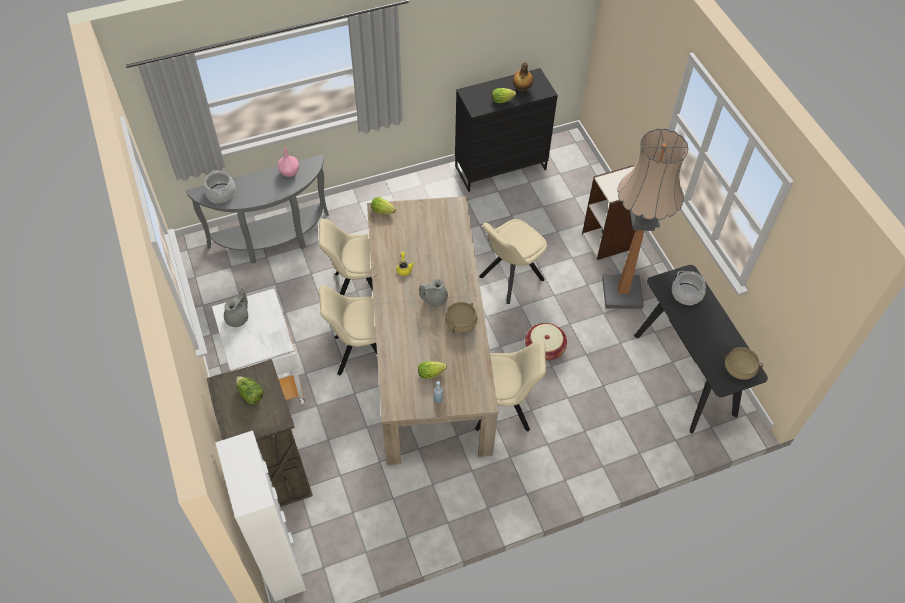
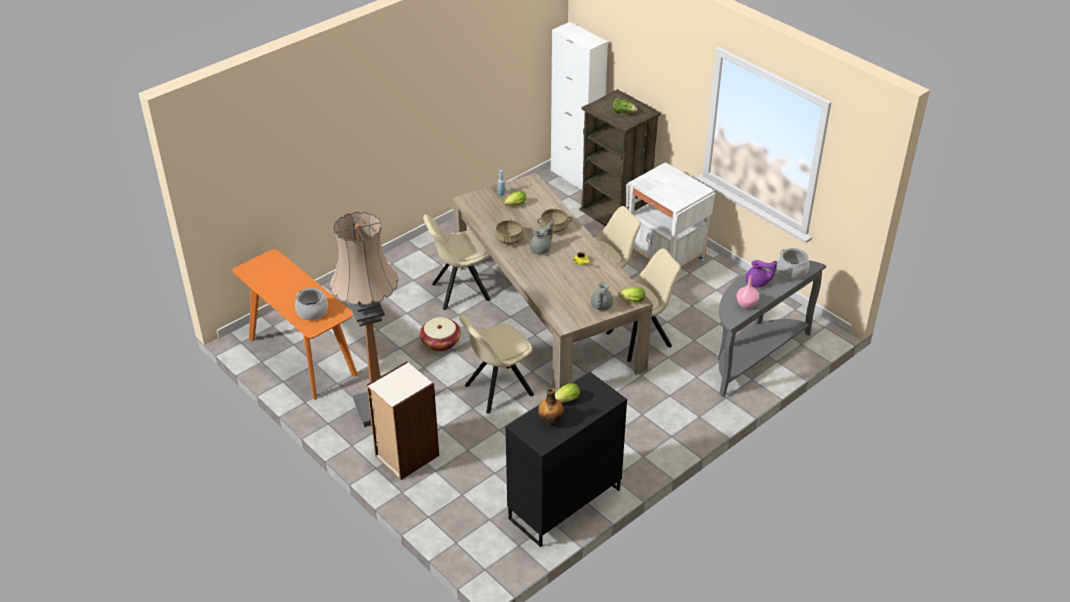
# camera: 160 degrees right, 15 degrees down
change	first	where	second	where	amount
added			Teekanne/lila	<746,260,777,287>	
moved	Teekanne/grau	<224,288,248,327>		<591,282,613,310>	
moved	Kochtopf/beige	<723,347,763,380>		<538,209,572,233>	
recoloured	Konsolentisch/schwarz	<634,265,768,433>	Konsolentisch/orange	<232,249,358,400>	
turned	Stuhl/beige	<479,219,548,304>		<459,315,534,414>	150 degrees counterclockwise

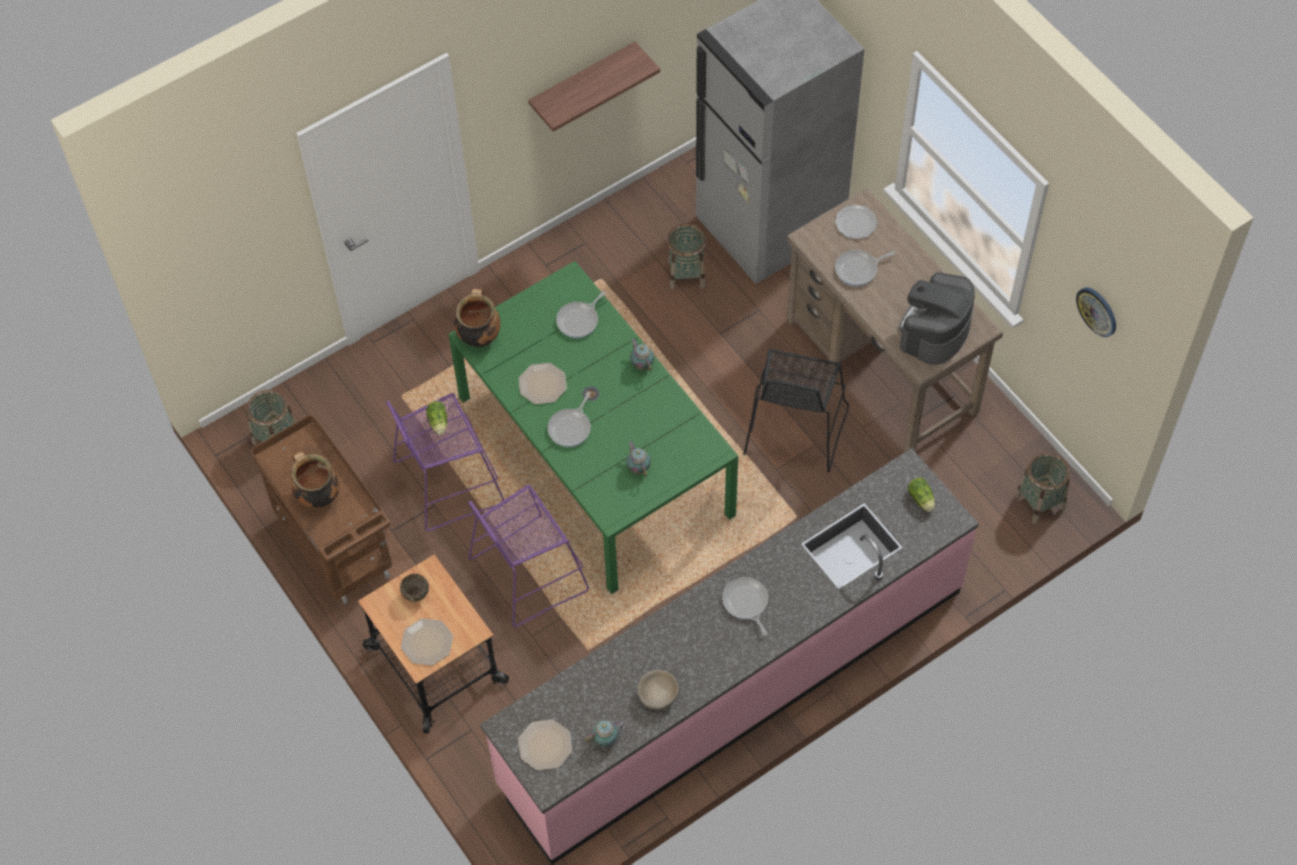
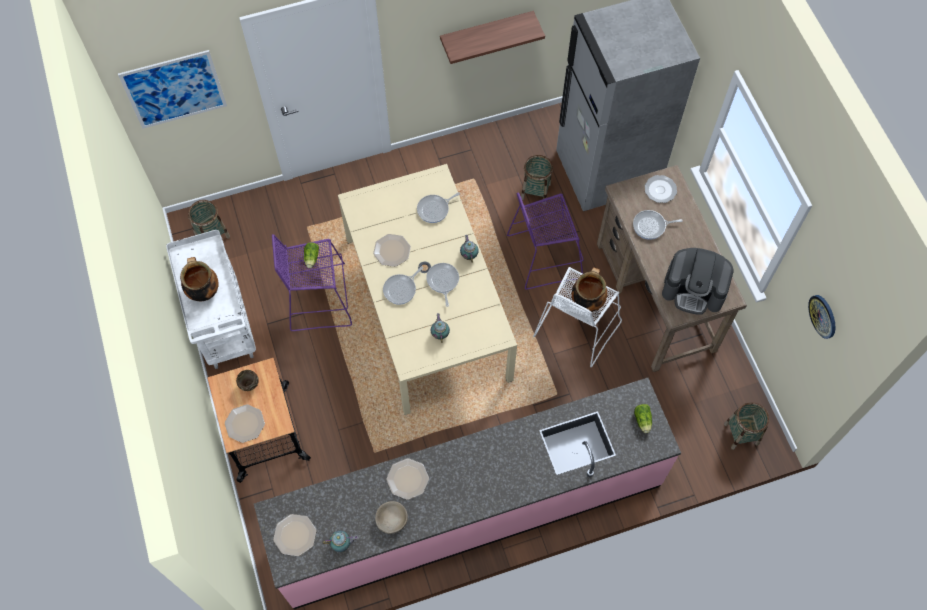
# camera: 15 degrees right, 5 degrees up
change	first	where	second	where	amount
added			Bild	<118,50,227,129>	
added			Teller	<387,458,429,500>	
moved	Kochtopf	<454,289,501,347>		<571,267,607,312>	
moved	Hocker/lila	<468,485,589,627>		<507,193,584,290>	
moved	Pfanne	<722,577,768,635>		<426,263,459,307>	
recoloured	Rollwagen/braun	<251,415,392,604>	Rollwagen/weiß	<166,230,256,369>	
recoloured	Esstisch/grün	<448,261,738,594>	Esstisch/beige	<338,164,517,415>	
recoloured	Hocker/schwarz	<743,349,849,473>	Hocker/weiß	<533,267,622,367>	
turned	Kaffeemaschine	<899,272,975,365>		<662,248,734,315>	120 degrees counterclockwise

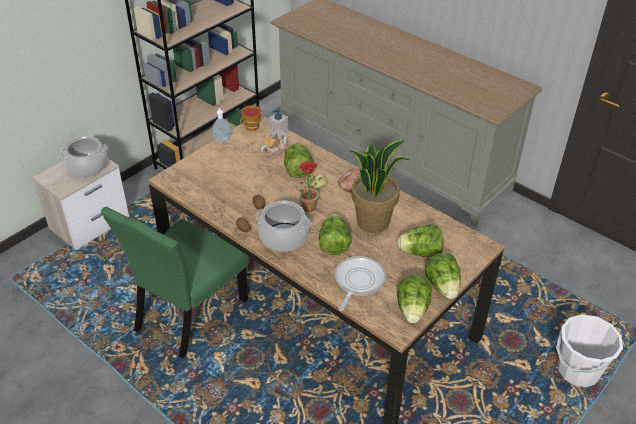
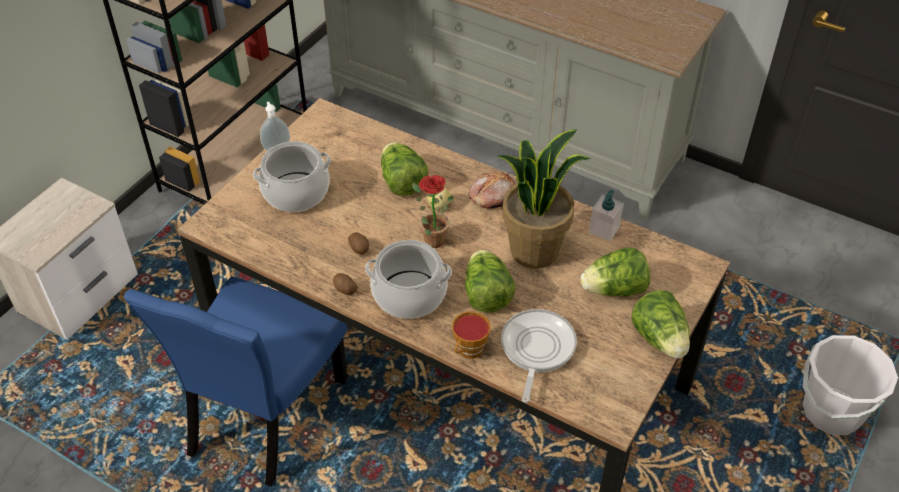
# camera: 10 degrees left, 5 degrees up
change	first	where	second	where	amount
removed	Teekanne	<261,135,288,159>			
removed	Salatkopf	<397,275,432,323>			
moved	Kochtopf	<60,136,108,177>		<253,141,331,212>	
moved	Tasse	<240,105,262,131>		<452,311,491,359>	
moved	Seifenspender	<268,107,288,139>		<589,190,624,242>	
recoloured	Stuhl/grün	<101,207,249,358>	Stuhl/blau	<124,277,348,487>	

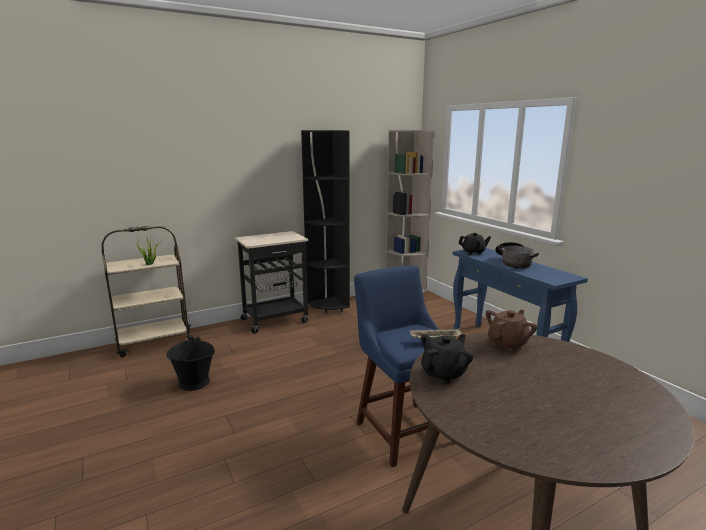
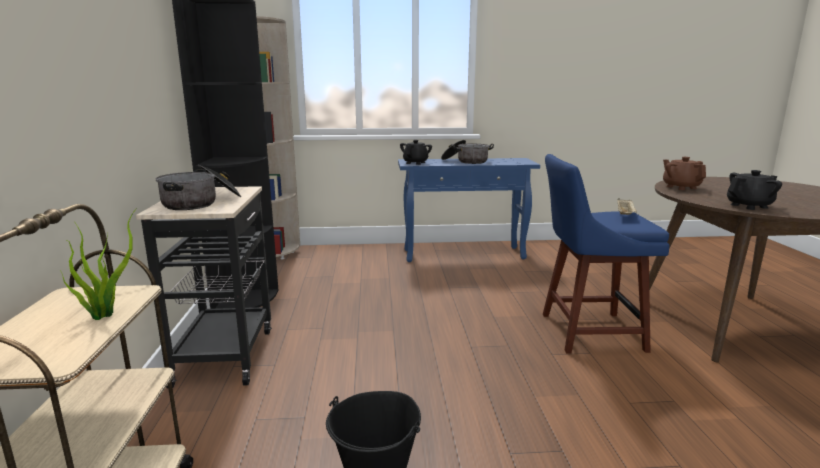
# camera: 65 degrees left, 0 degrees up
change	first	where	second	where	amount
added			Kochtopf	<155,164,241,210>	
turned	Teekanne/schwarz	<421,334,473,384>		<727,170,782,210>	90 degrees clockwise

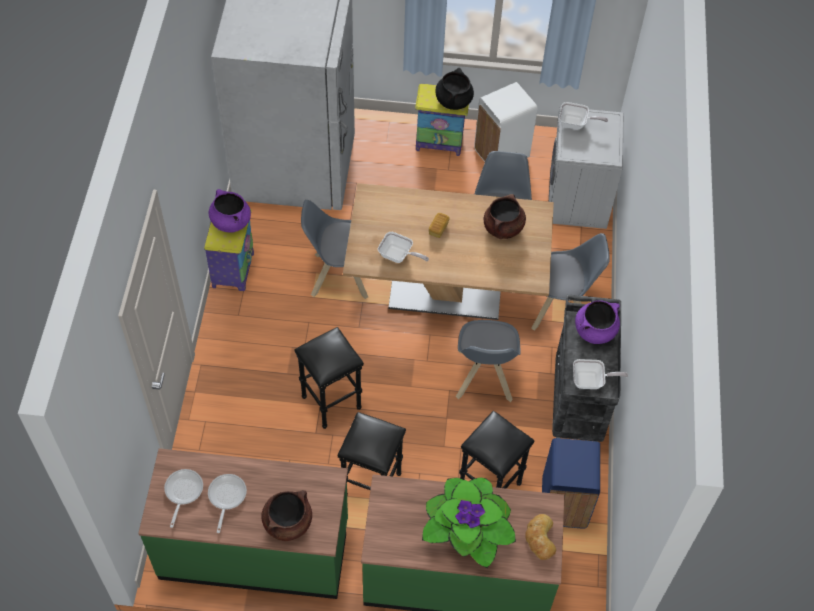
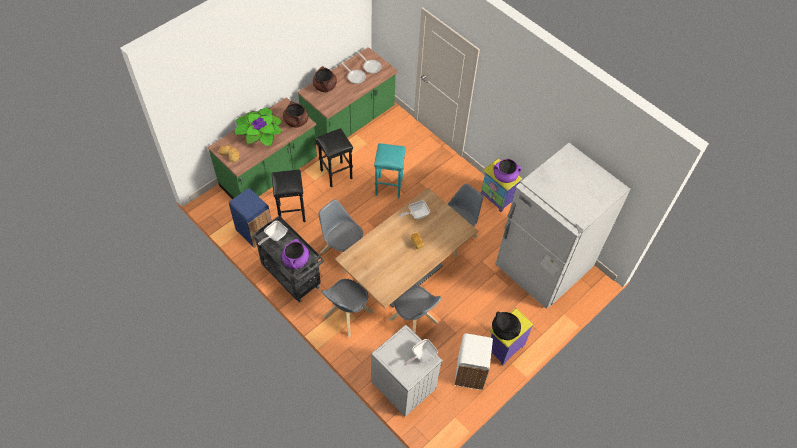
# camera: 130 degrees right, 0 degrees up
change	first	where	second	where	amount
moved	Kochtopf/braun	<484,194,526,239>		<283,101,308,128>	
recoloured	Hocker/schwarz	<294,327,364,429>	Hocker/türkis	<374,143,406,199>	

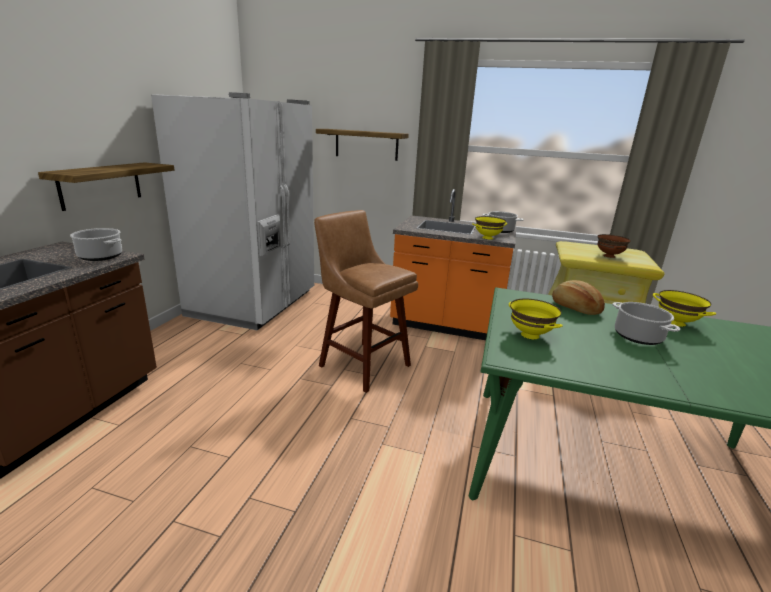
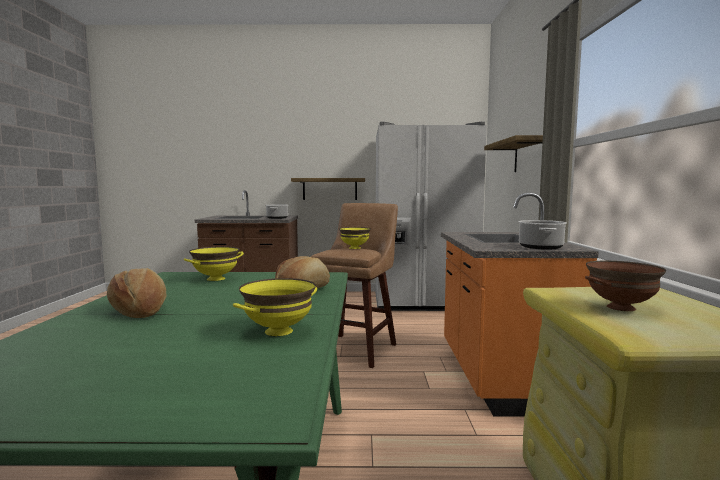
# camera: 75 degrees right, 15 degrees down
change	first	where	second	where	amount
removed	Kochtopf	<612,302,681,345>			
added			Brot	<107,268,166,318>	
moved	Schüssel/gelb	<472,216,507,239>		<339,227,371,249>	

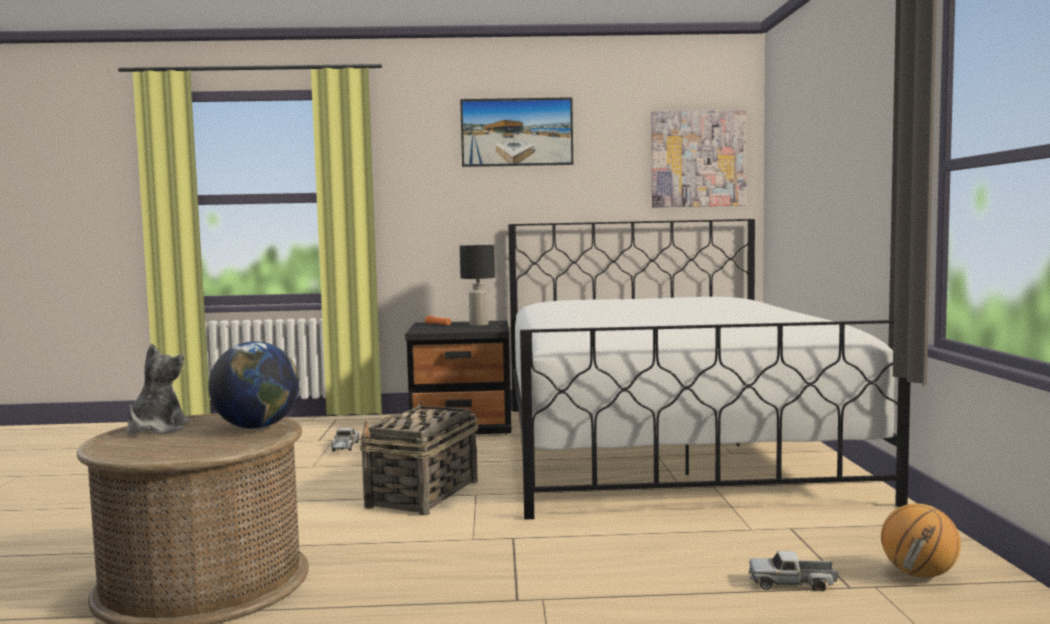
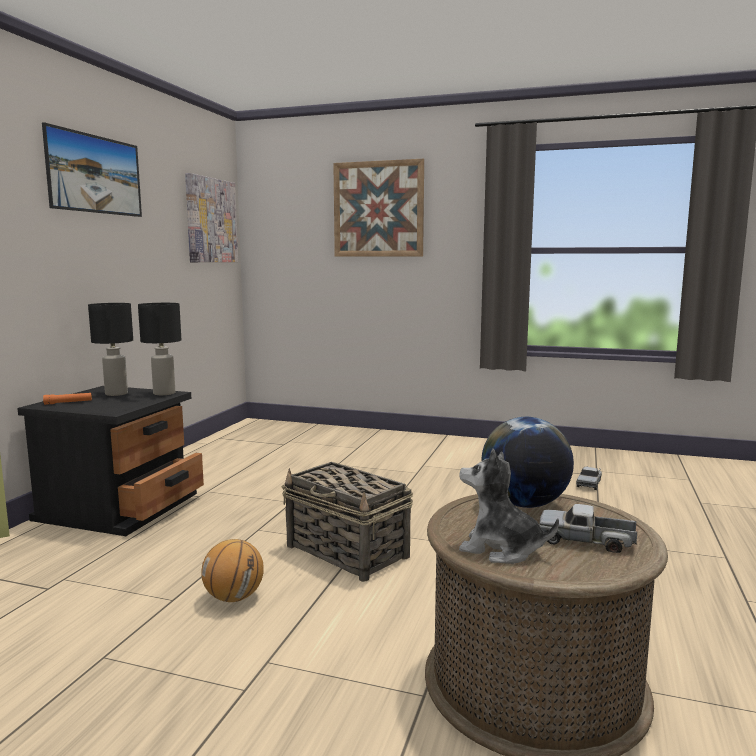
# camera: 70 degrees left, 5 degrees up
change	first	where	second	where	amount
removed	Bett/weiß	<508,219,910,520>			
added			Tischlampe/schwarz	<138,303,181,395>	
added			Bild	<333,159,424,257>	
moved	Spielzeuglaster	<331,428,360,451>		<539,504,637,553>	
moved	Basketball	<881,503,961,578>		<201,539,264,602>	

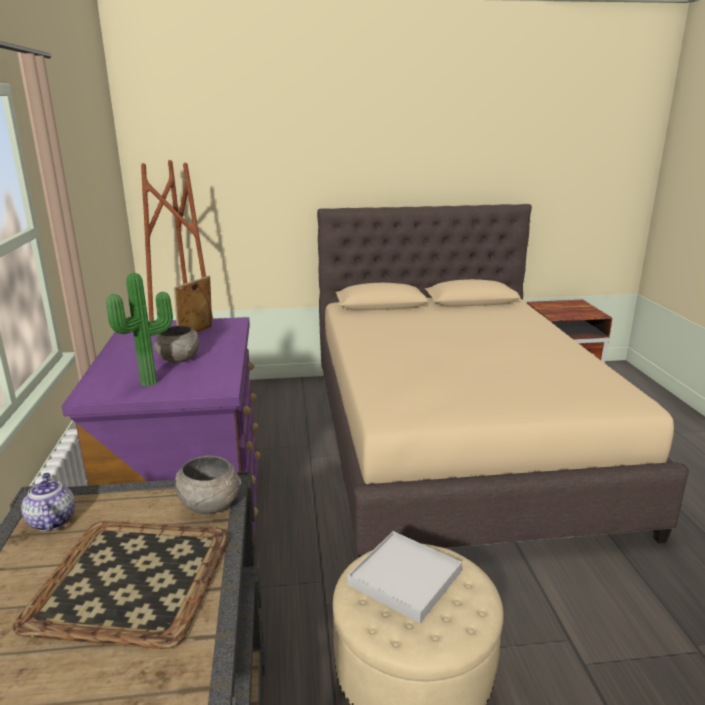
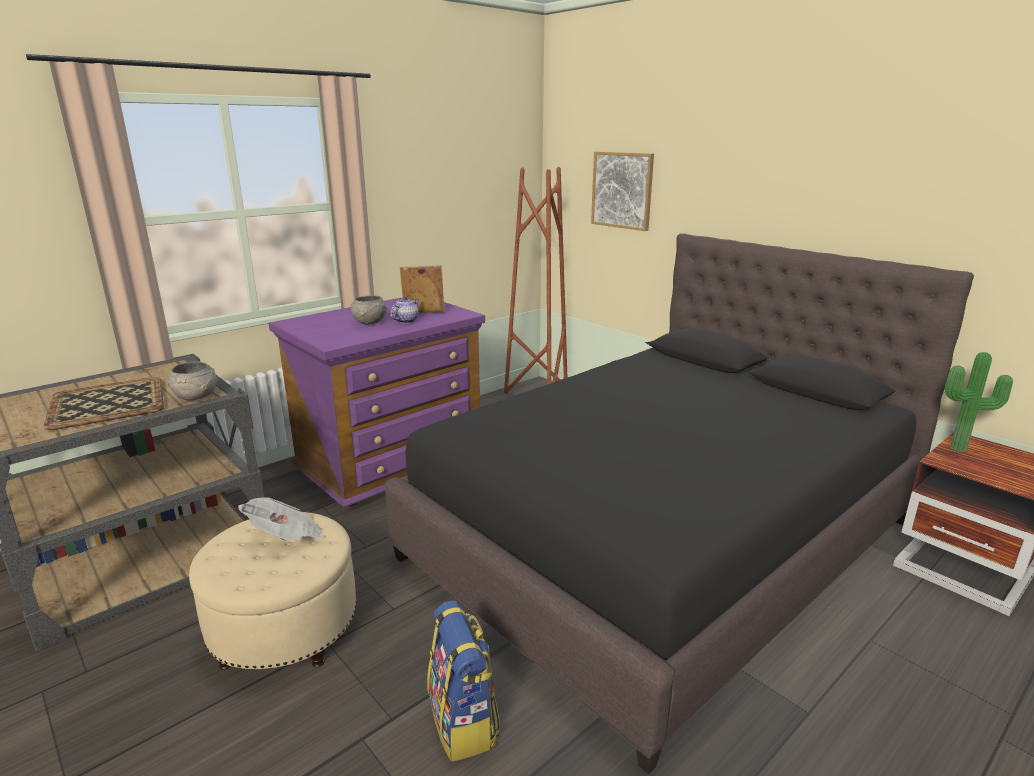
# camera: 55 degrees right, 0 degrees up
change	first	where	second	where	amount
added			Rucksack	<427,601,500,762>	
added			Bild	<591,152,654,231>	
moved	Teekanne	<21,473,75,531>		<391,296,419,324>	
moved	Topfpflanze	<106,273,173,387>		<945,352,1013,452>	
replaced	Tablett/weiß	<348,531,462,623>	Zeitung	<238,497,325,541>	
recoloured	Bett/beige	<317,204,689,557>	Bett/schwarz	<385,233,974,774>	

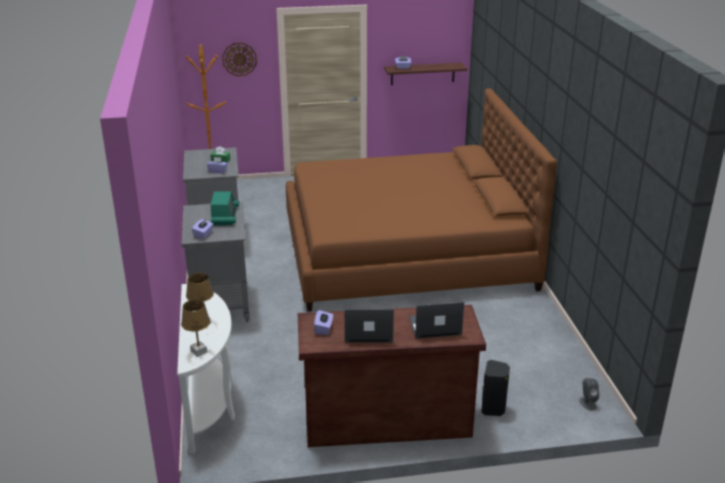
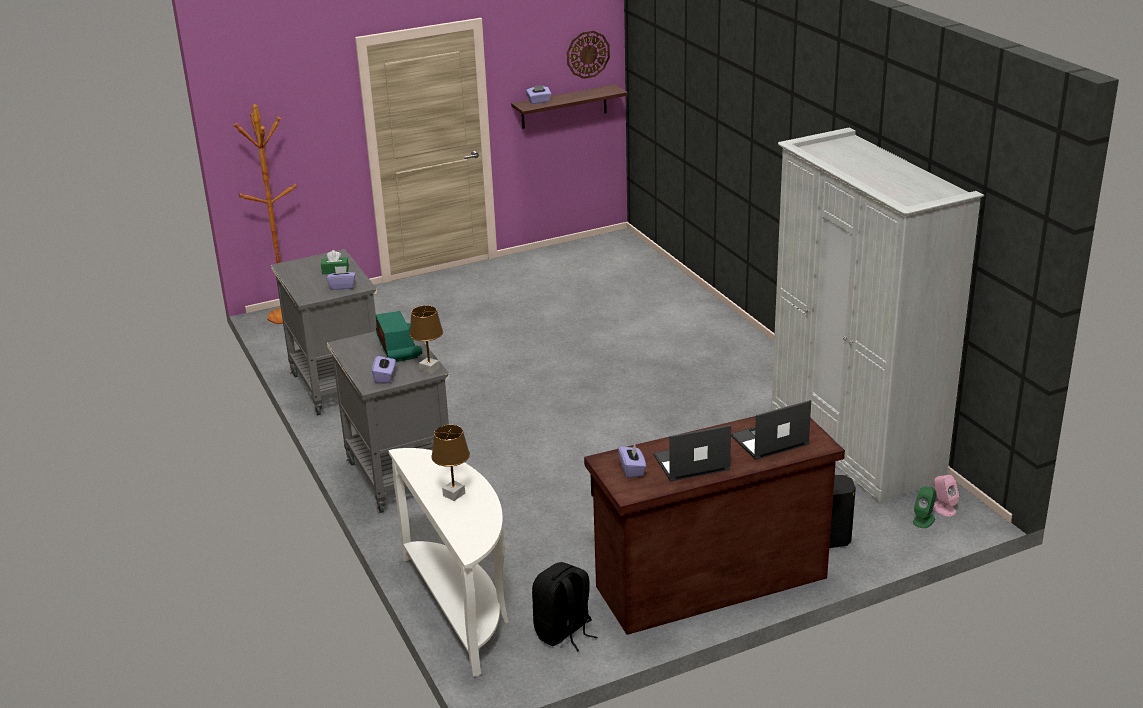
# camera: 15 degrees left, 0 degrees up
change	first	where	second	where	amount
removed	Bett/braun	<286,88,557,312>			
added			Rucksack/schwarz	<532,562,597,651>	
added			Kleiderschrank/weiß	<771,128,984,503>	
added			Lautsprecher/grün	<913,486,937,528>	
moved	Tischlampe/braun	<181,300,210,357>		<409,306,443,374>	
moved	Wanduhr	<222,43,257,76>		<567,30,610,79>	
recoloured	Lautsprecher/grau	<579,378,599,410>	Lautsprecher/rosa	<933,475,959,517>	

